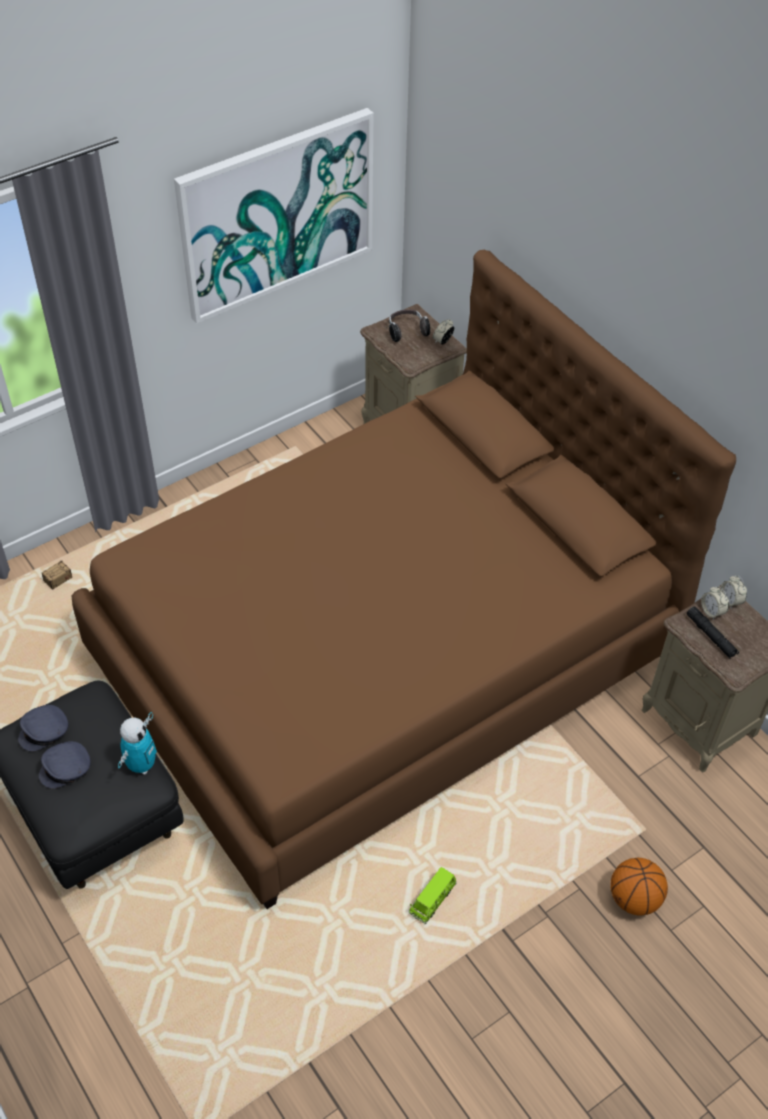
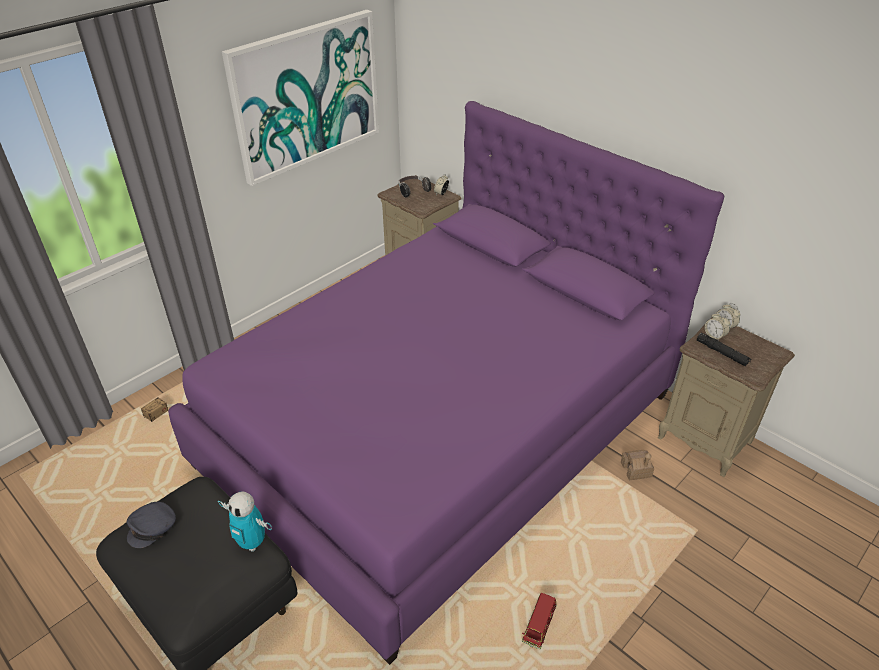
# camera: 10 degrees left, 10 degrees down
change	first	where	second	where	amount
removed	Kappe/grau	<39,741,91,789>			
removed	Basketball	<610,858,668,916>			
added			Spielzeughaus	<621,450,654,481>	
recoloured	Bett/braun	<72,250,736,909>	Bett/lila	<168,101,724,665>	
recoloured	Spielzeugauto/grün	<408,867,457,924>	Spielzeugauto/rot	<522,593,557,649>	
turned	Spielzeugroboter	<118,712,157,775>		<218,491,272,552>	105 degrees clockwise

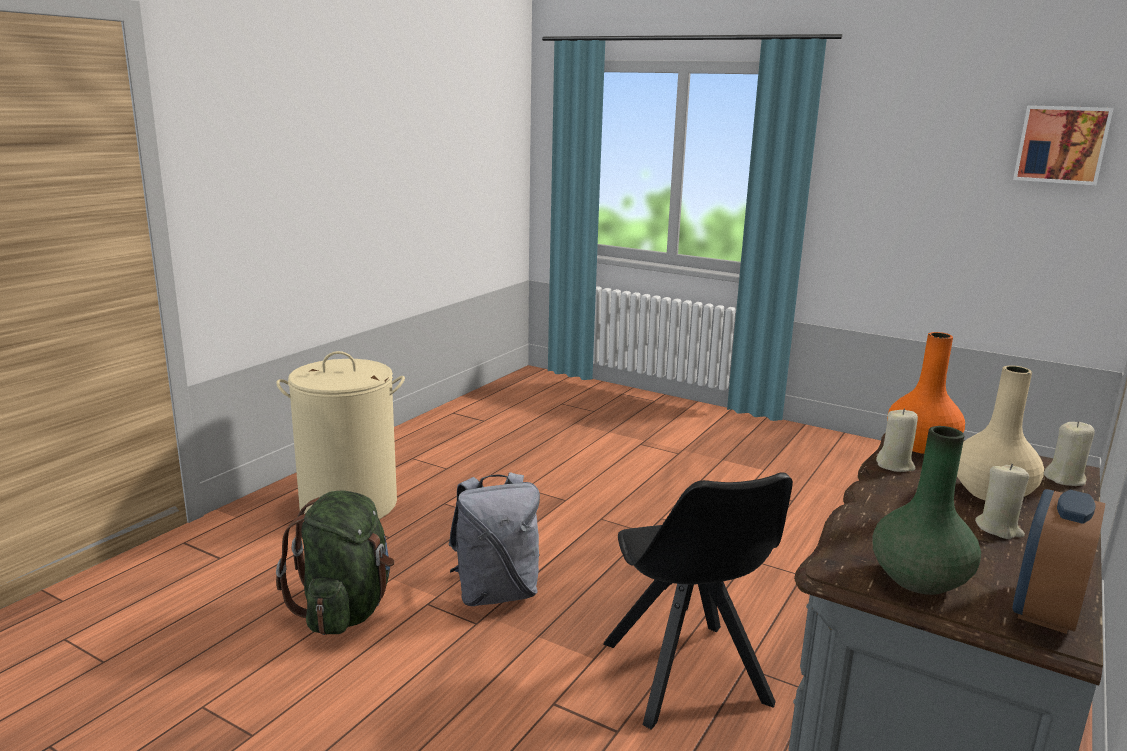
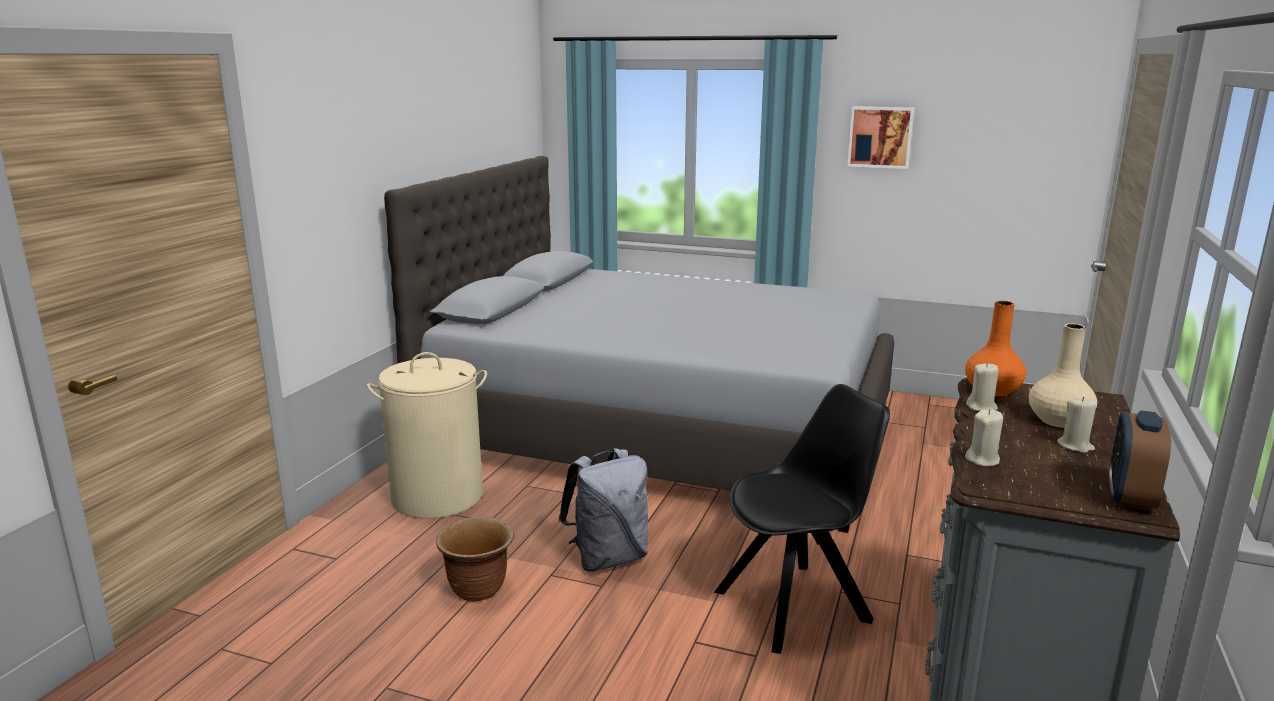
# camera: 10 degrees left, 0 degrees up
change	first	where	second	where	amount
removed	Vase/grün	<872,426,981,595>			
added			Bett/grau	<384,156,894,533>	
moved	Bild	<1013,105,1114,185>		<847,106,914,169>	
moved	Kerze/beige	<1044,421,1095,486>		<965,409,1003,466>	
replaced	Rucksack/grün	<276,490,395,635>	Pflanzkübel/braun	<436,517,514,602>	
turned	Stuhl/schwarz	<603,472,793,730>		<714,384,890,654>	90 degrees counterclockwise

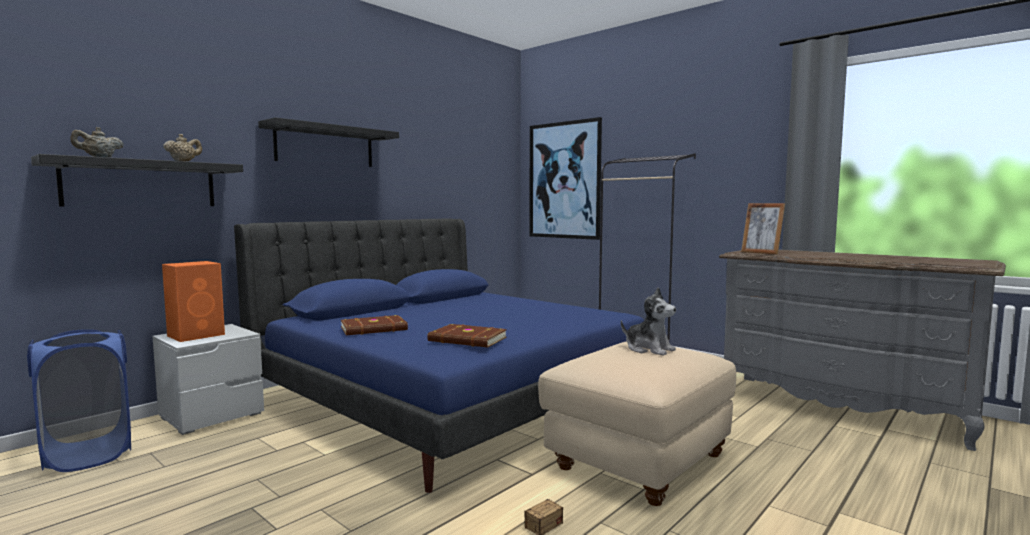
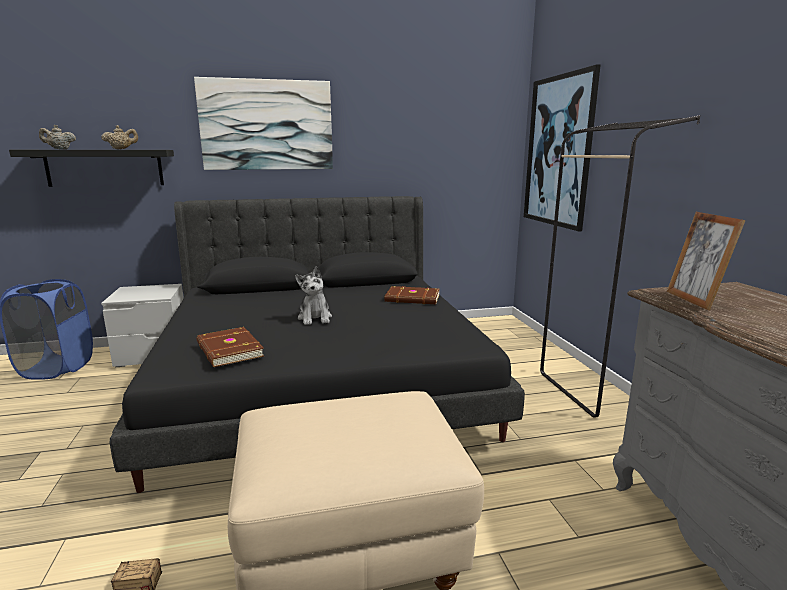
# camera: 35 degrees right, 10 degrees up
change	first	where	second	where	amount
removed	Lautsprecher/orange	<162,261,225,342>			
moved	Buch/braun	<341,315,408,335>		<385,286,440,304>	
moved	Plüschtier	<621,287,676,356>		<295,266,332,325>	
replaced	Wandregal/schwarz	<258,117,399,167>	Bild	<194,77,333,170>	
recoloured	Bett/blau	<234,219,644,493>	Bett/schwarz	<110,196,525,493>	

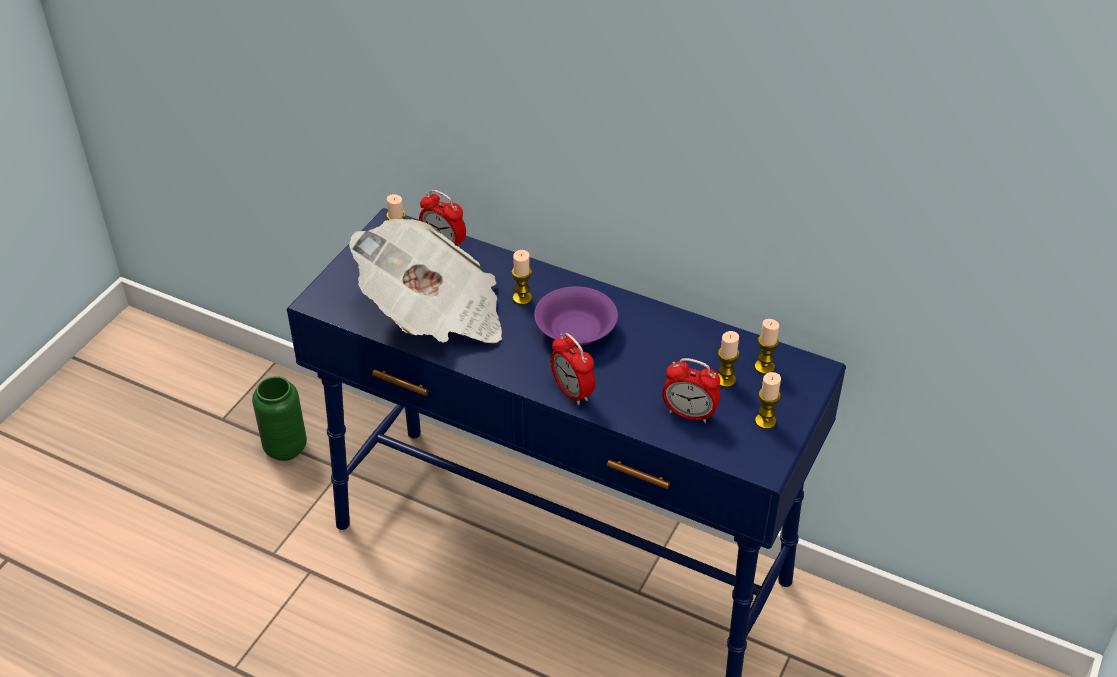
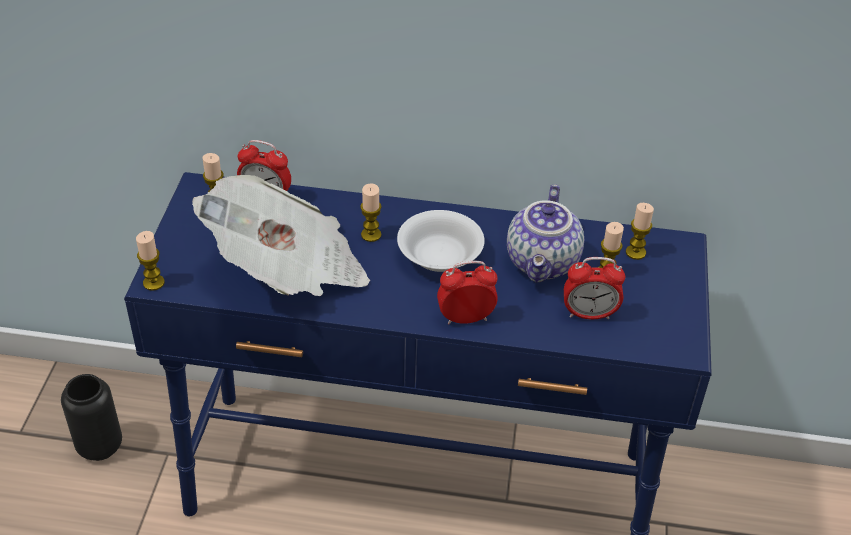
# camera: 20 degrees left, 0 degrees up
change	first	where	second	where	amount
added			Teekanne	<507,184,584,282>	
moved	Kerze	<755,372,781,429>		<136,231,165,291>	
recoloured	Vase/grün	<252,376,307,461>	Vase/schwarz	<61,374,122,461>	
recoloured	Schüssel/lila	<534,286,618,346>	Schüssel/weiß	<397,210,485,272>	
turned	Wecker	<550,333,595,405>		<437,261,498,324>	135 degrees clockwise

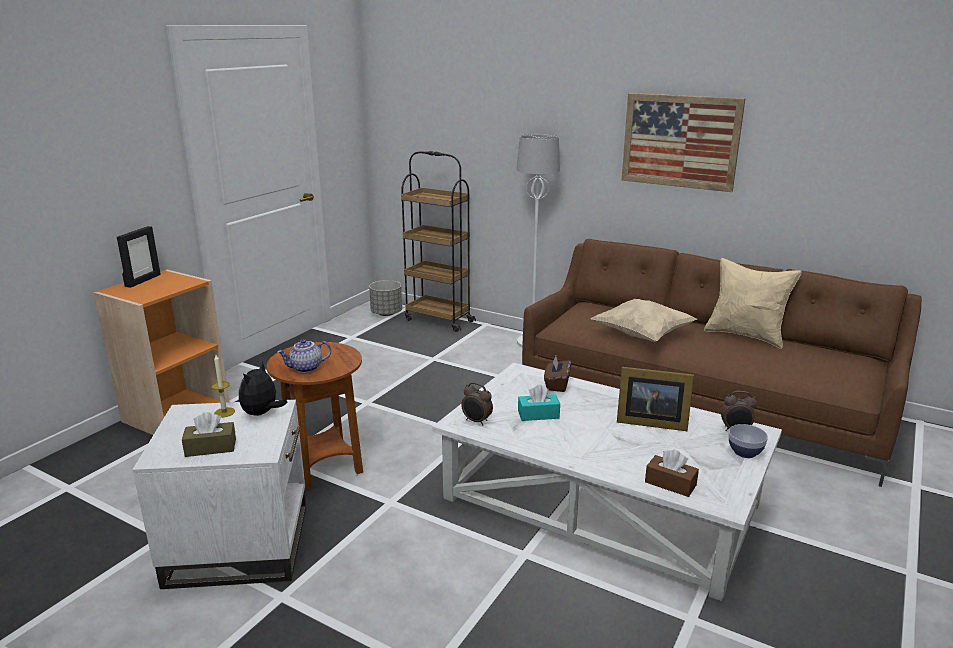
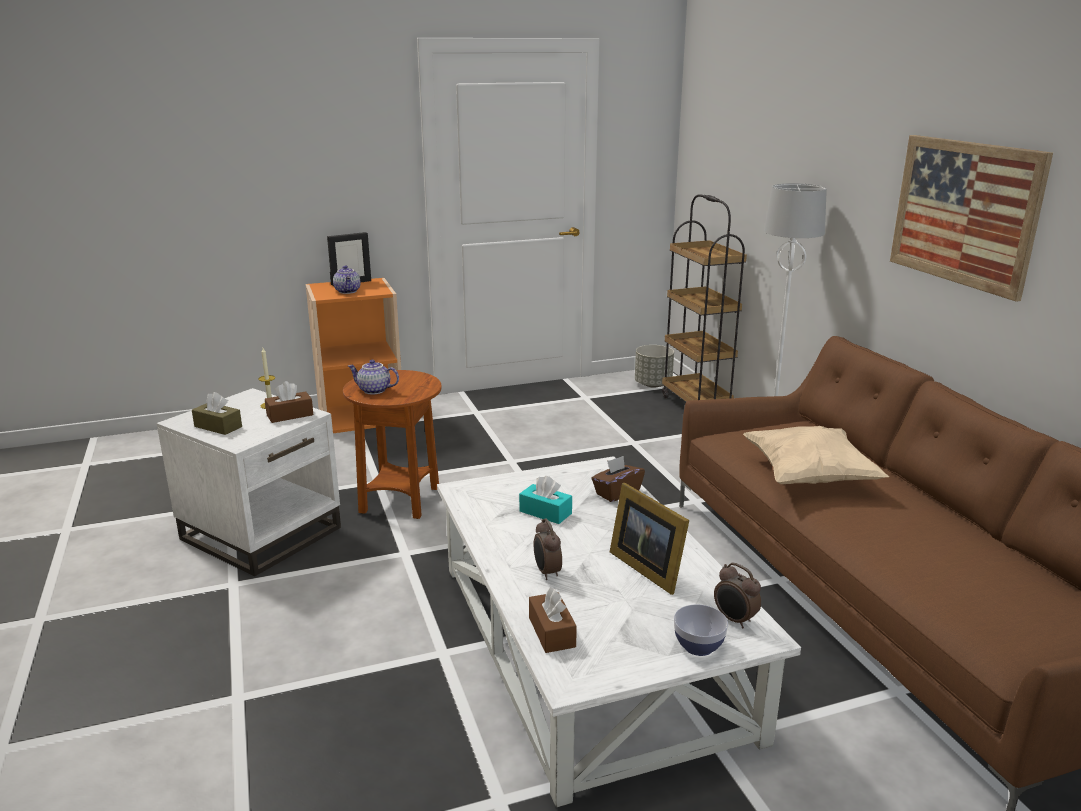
# camera: 40 degrees right, 0 degrees up
change	first	where	second	where	amount
removed	Kissen/beige	<704,258,802,349>			
added			Teekanne	<333,265,361,294>	
moved	Wecker	<461,382,493,426>		<534,518,562,580>	
replaced	Plüschtier	<239,361,287,416>	Taschentuchbox/braun	<265,381,314,423>	

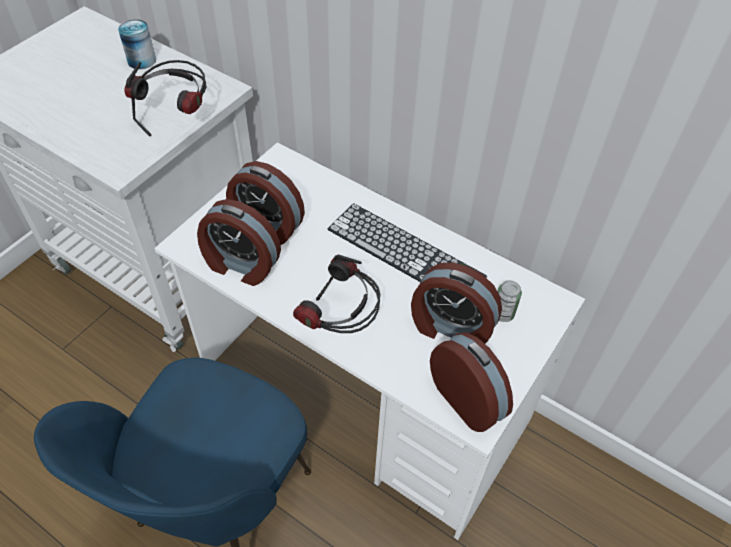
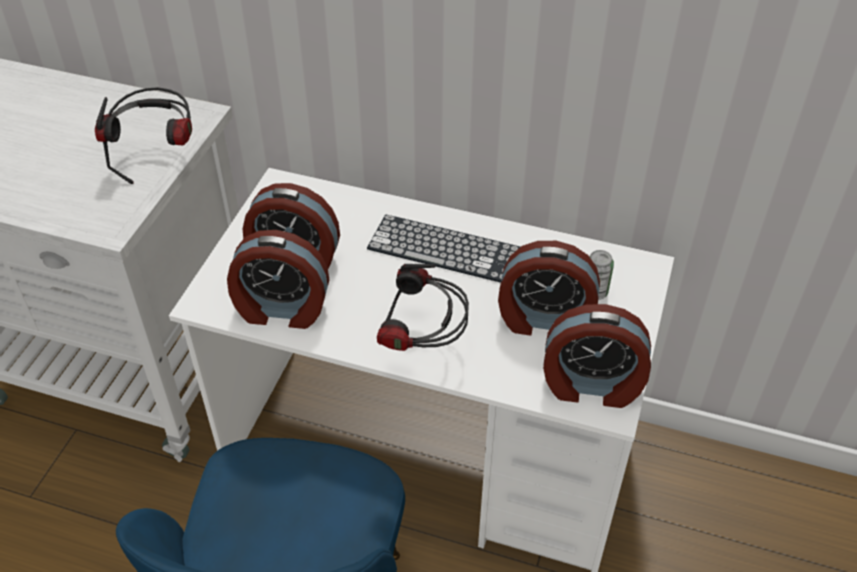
# camera: 15 degrees left, 5 degrees down
change	first	where	second	where	amount
removed	Dose	<118,19,156,69>			
turned	Wecker	<430,332,513,432>		<543,304,651,408>	150 degrees clockwise

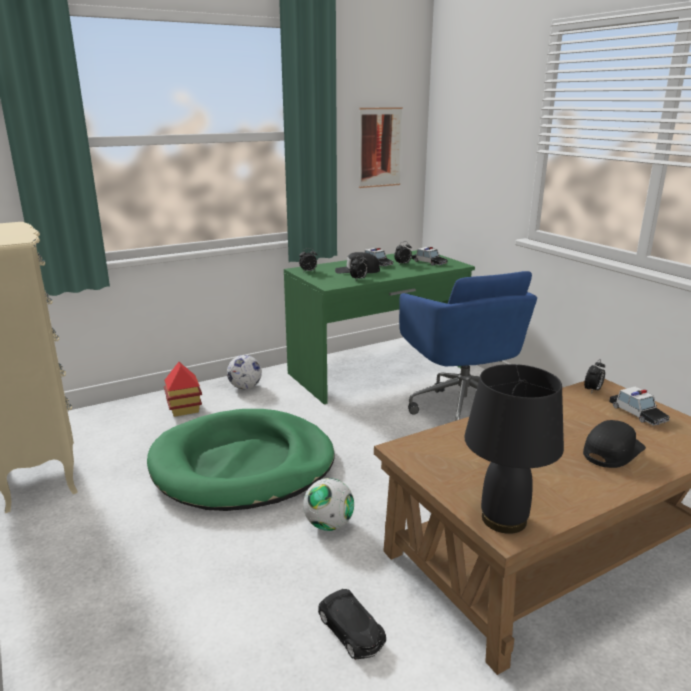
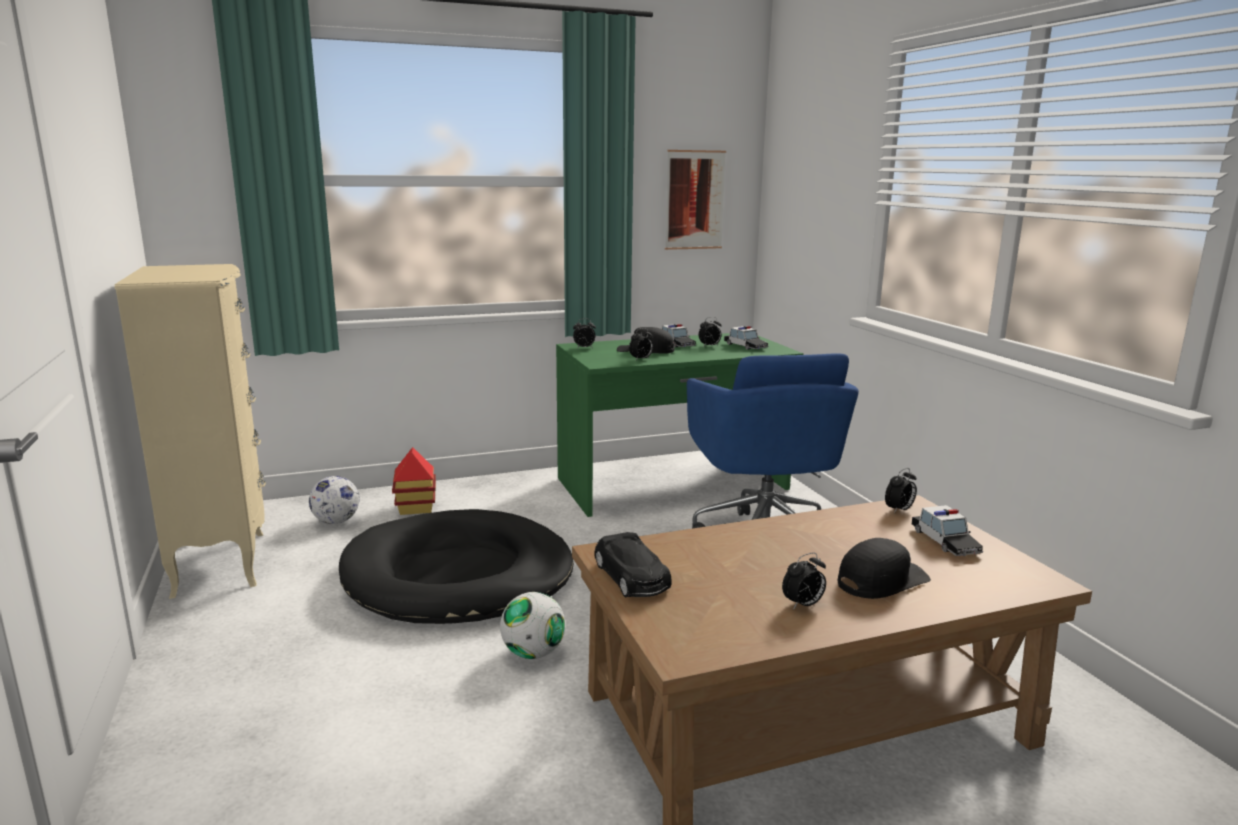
# camera: 10 degrees right, 5 degrees down
change	first	where	second	where	amount
removed	Tischlampe/schwarz	<464,364,564,534>			
added			Wecker	<782,553,826,610>	
moved	Fußball	<227,355,262,389>		<309,476,360,524>	
moved	Spielzeugauto/schwarz	<318,589,386,660>		<595,532,672,597>	
recoloured	Hundebett/grün	<147,409,335,511>	Hundebett/schwarz	<339,509,574,624>	

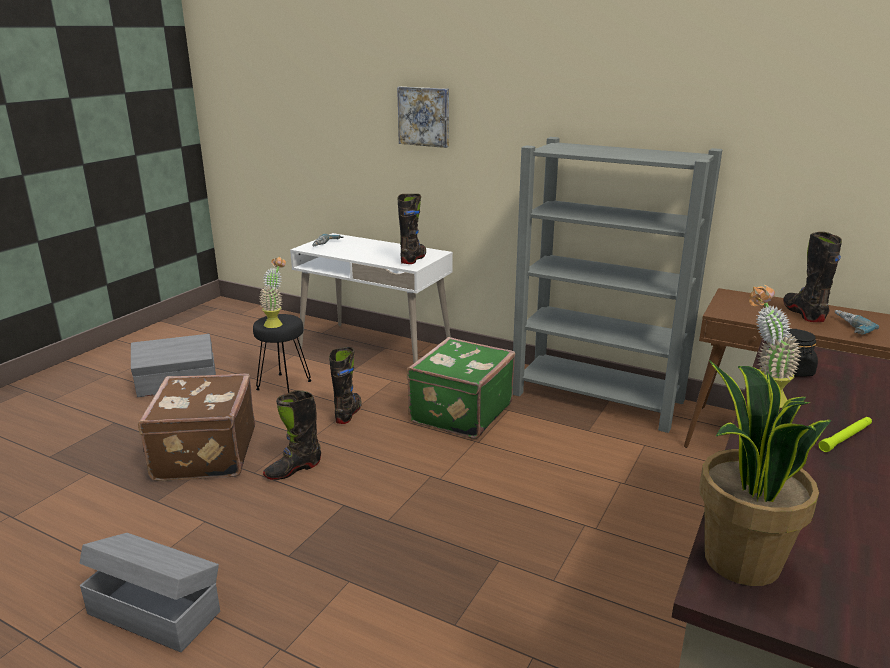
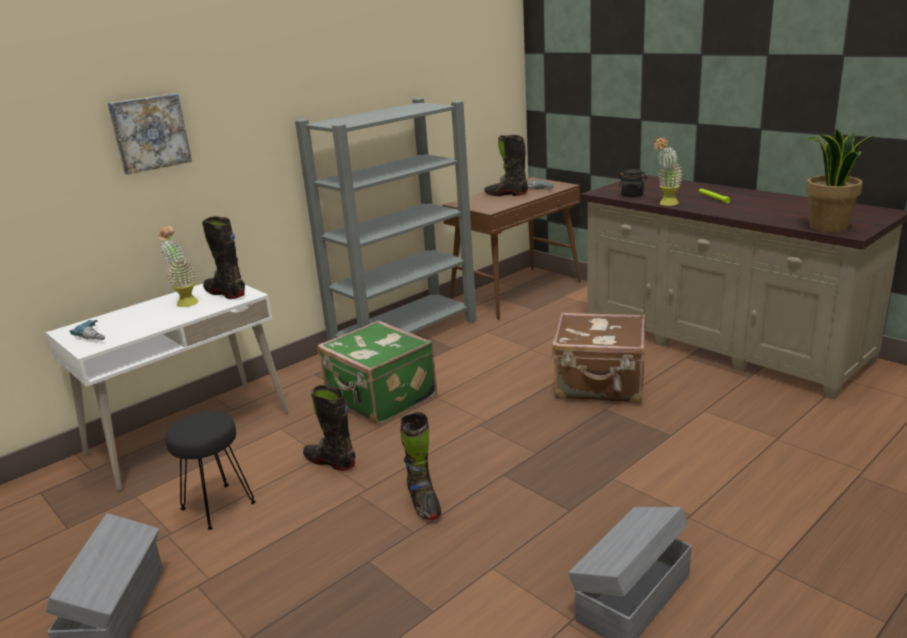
# camera: 70 degrees left, 0 degrees up
change	first	where	second	where	amount
moved	Koffer/braun	<138,374,255,481>		<552,312,645,403>	
moved	Topfpflanze	<259,256,286,328>		<158,226,199,307>	

